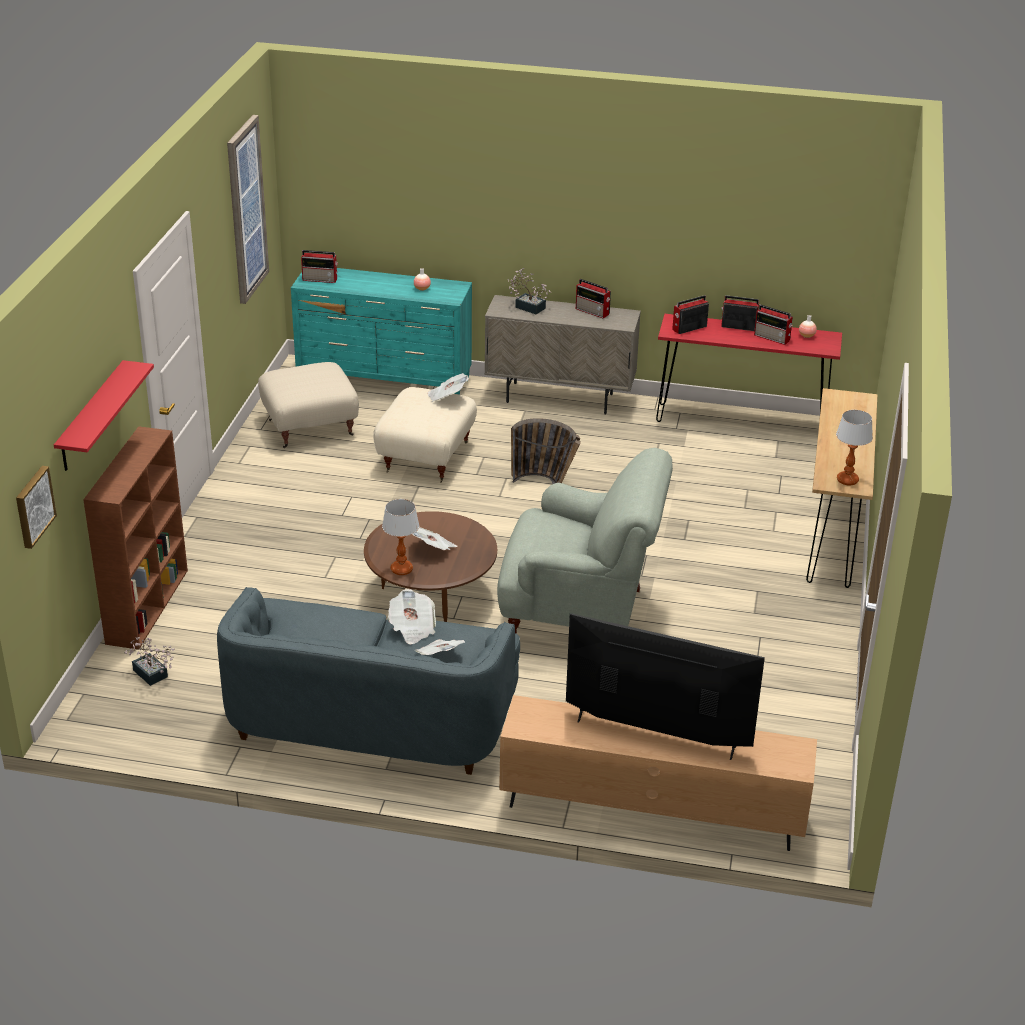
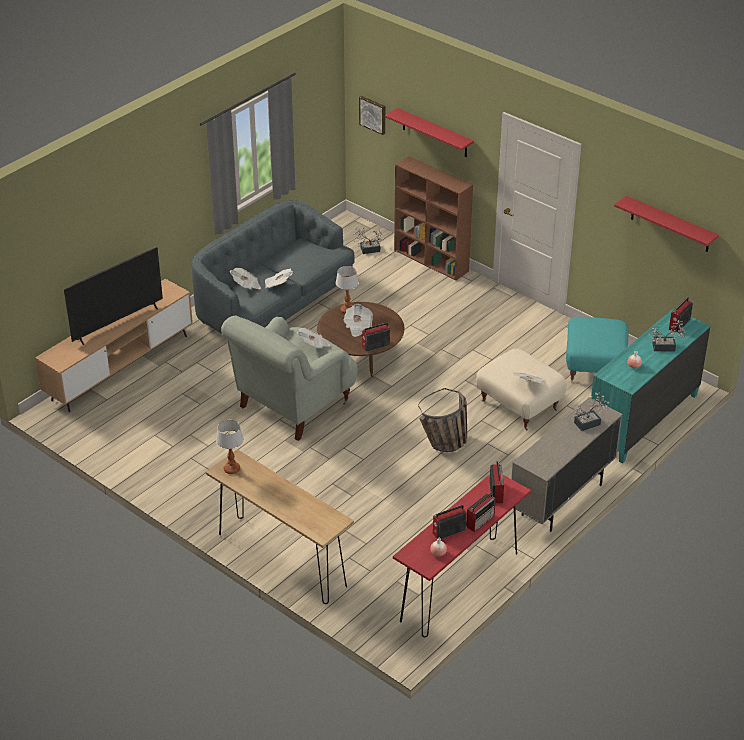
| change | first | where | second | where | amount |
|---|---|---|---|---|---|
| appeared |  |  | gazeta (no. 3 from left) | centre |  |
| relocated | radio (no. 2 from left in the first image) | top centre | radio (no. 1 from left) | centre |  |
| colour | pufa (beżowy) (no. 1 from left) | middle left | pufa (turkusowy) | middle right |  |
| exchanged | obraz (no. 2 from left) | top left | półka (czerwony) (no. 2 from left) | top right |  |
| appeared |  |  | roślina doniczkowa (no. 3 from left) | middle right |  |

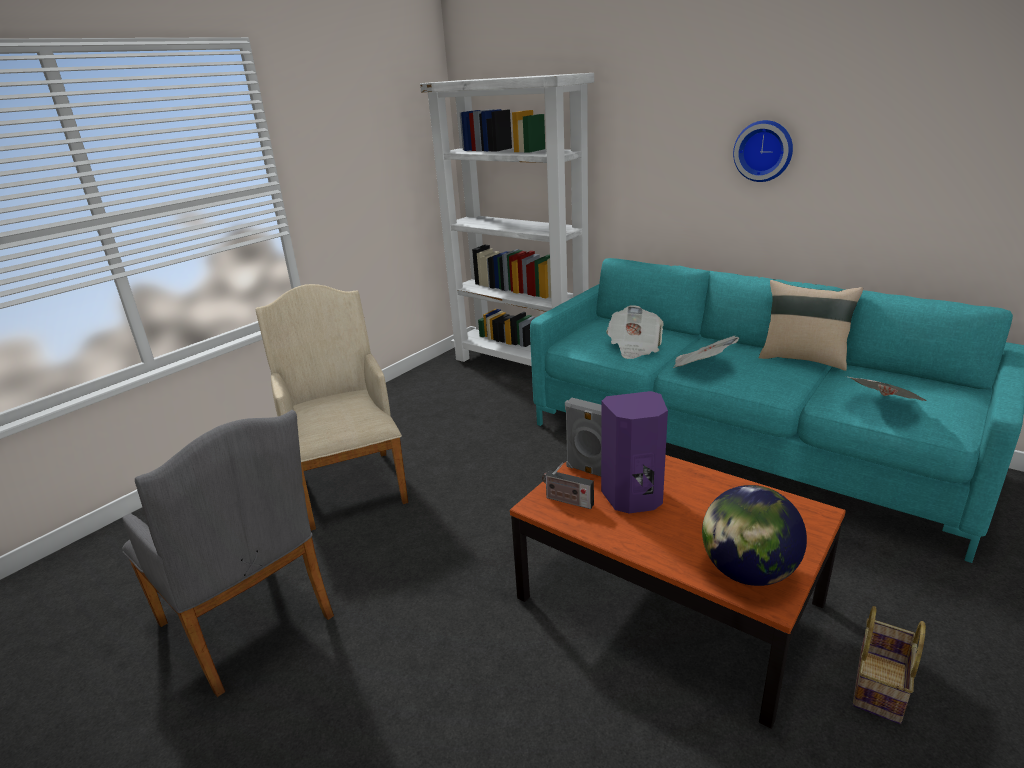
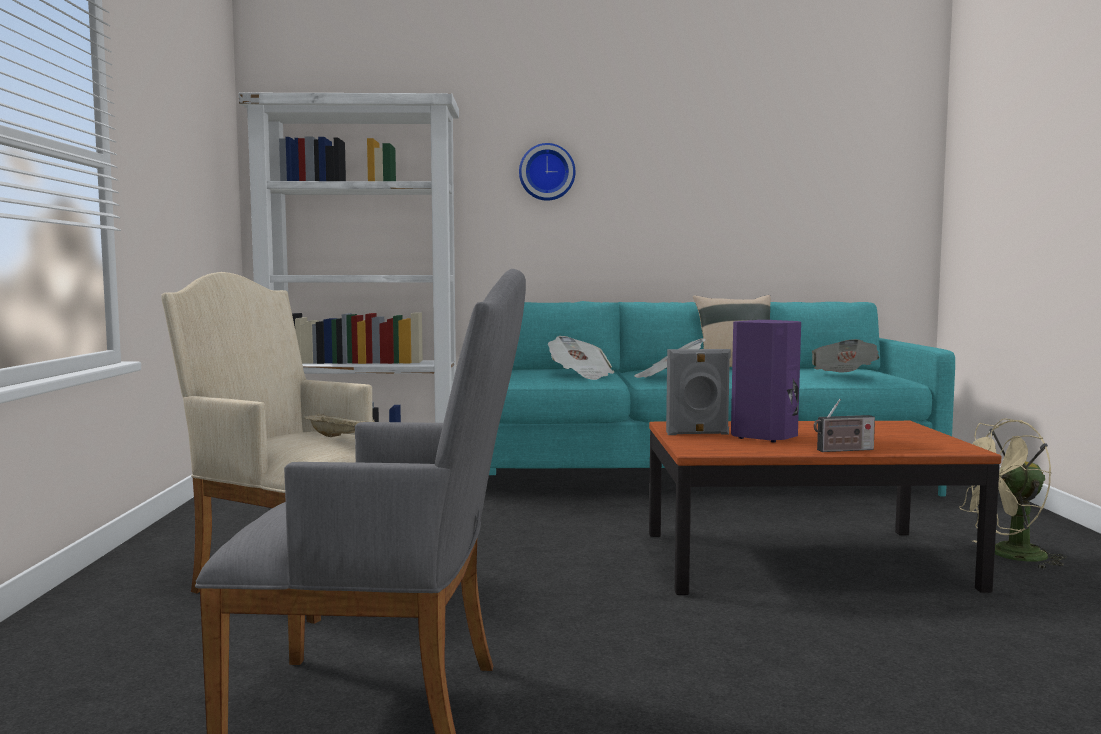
| change | first | where | second | where | amount |
|---|---|---|---|---|---|
| appeared |  |  | taca (beżowy) | middle left |  |
| relocated | zegar ścienny | top right |  | top centre |  |
| relocated | radio | centre |  | middle right |  |
| exchanged | koszyk | bottom right | wentylator (beżowy) | bottom right |  |
| missing | globus | bottom right |  |  |  |

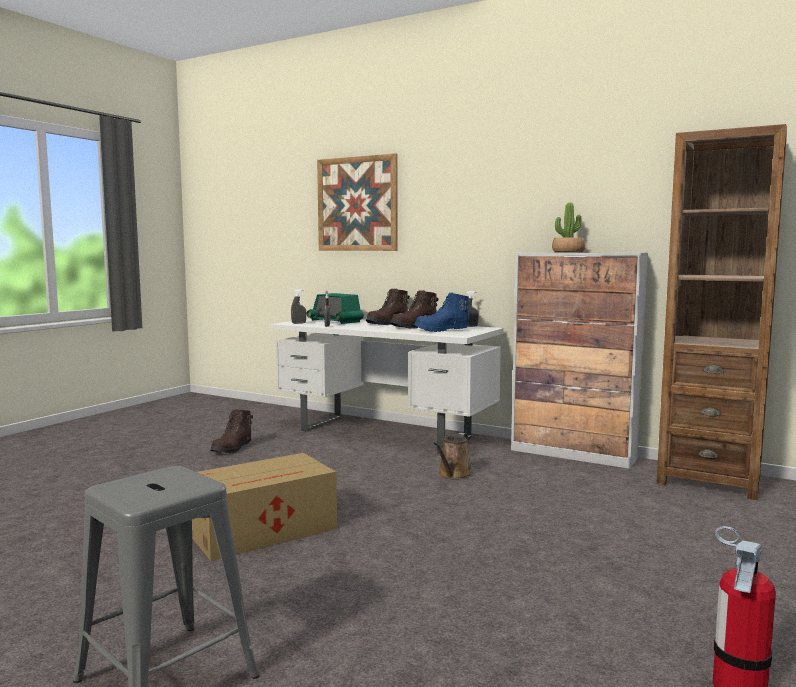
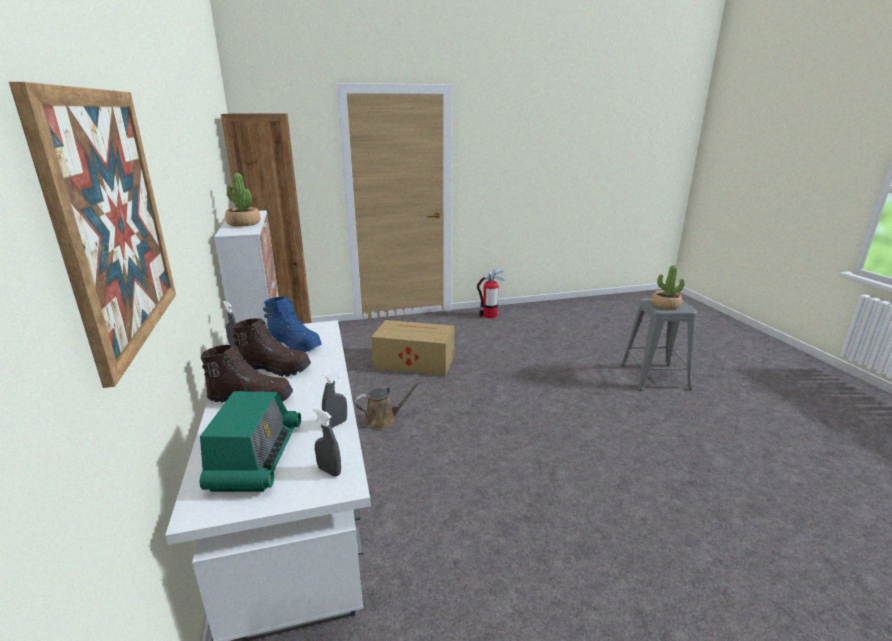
| change | first | where | second | where | amount |
|---|---|---|---|---|---|
| relocated | karton | bottom left |  | centre |  |
| appeared |  |  | roślina doniczkowa (no. 2 from left) | middle right |  |
| missing | but z cholewką (brązowy) (no. 1 from left) | middle left |  |  |  |

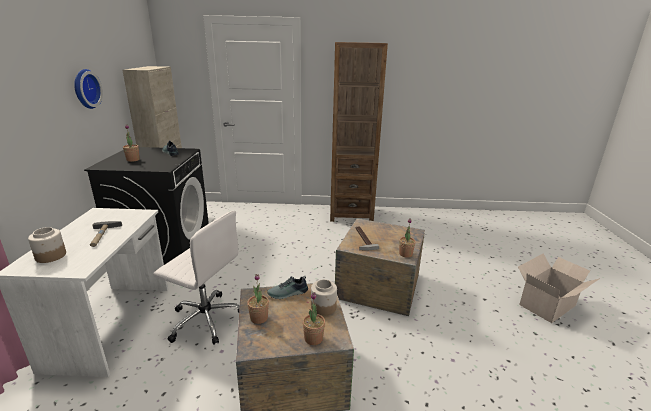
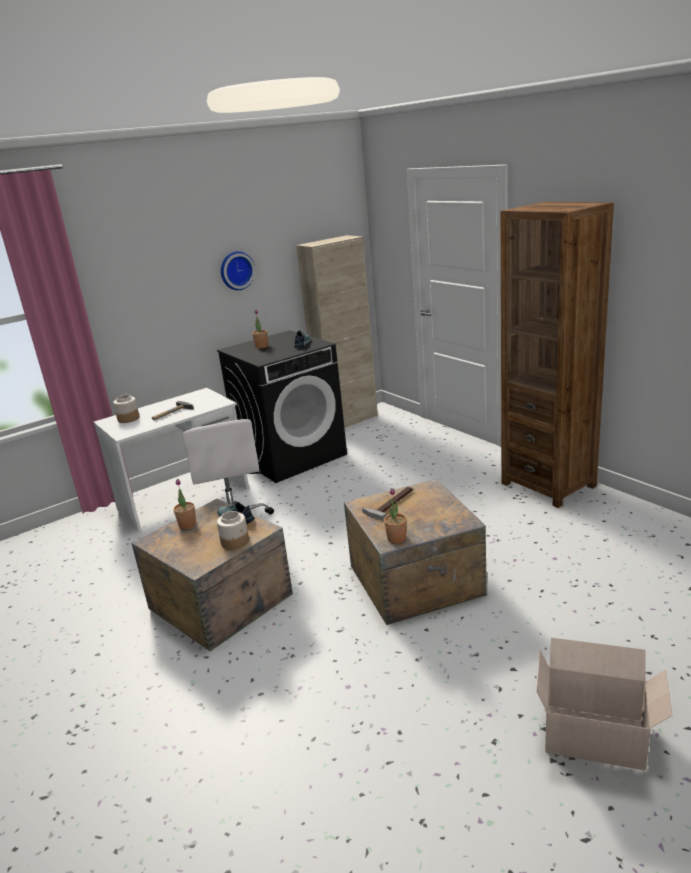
| change | first | where | second | where | amount |
|---|---|---|---|---|---|
| missing | roślina doniczkowa (no. 3 from left) | bottom centre |  |  |  |

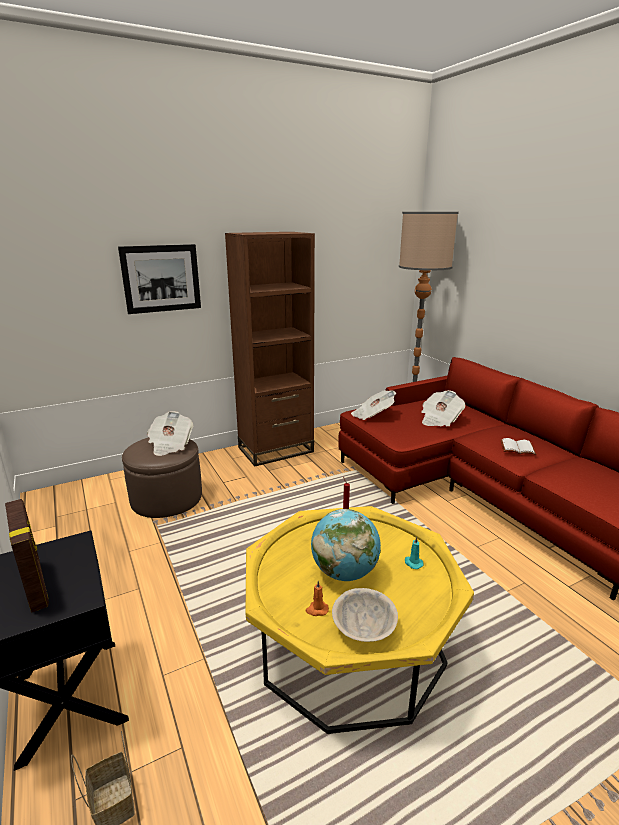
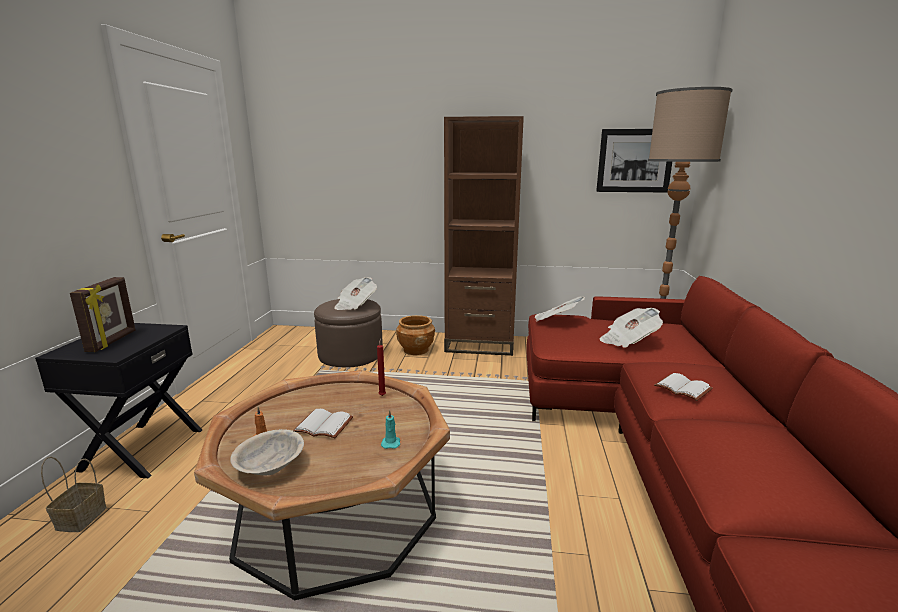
| change | first | where | second | where | amount |
|---|---|---|---|---|---|
| colour | ława (żółty) | bottom centre | ława (brązowy) | bottom centre |  |
| exchanged | globus | centre | książka (biały) (no. 1 from left) | bottom centre |  |
| appeared |  |  | donica (brązowy) | centre |  |
| relocated | obraz | middle left |  | top right |  |

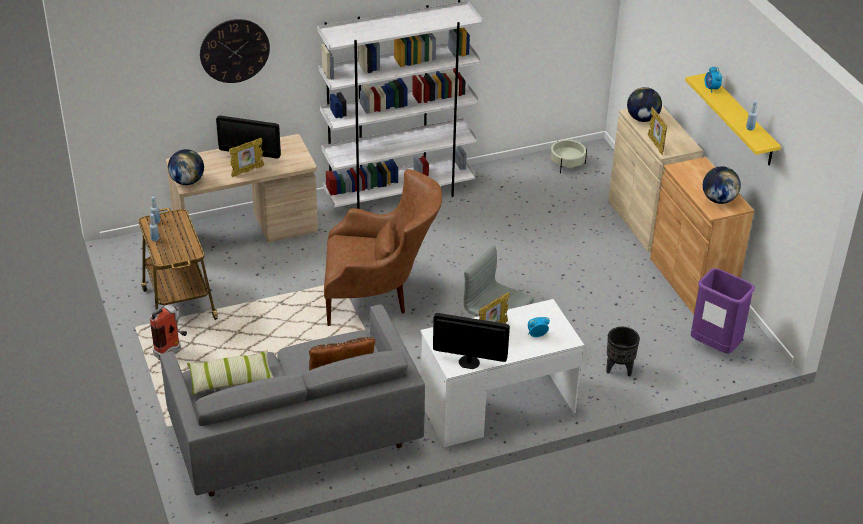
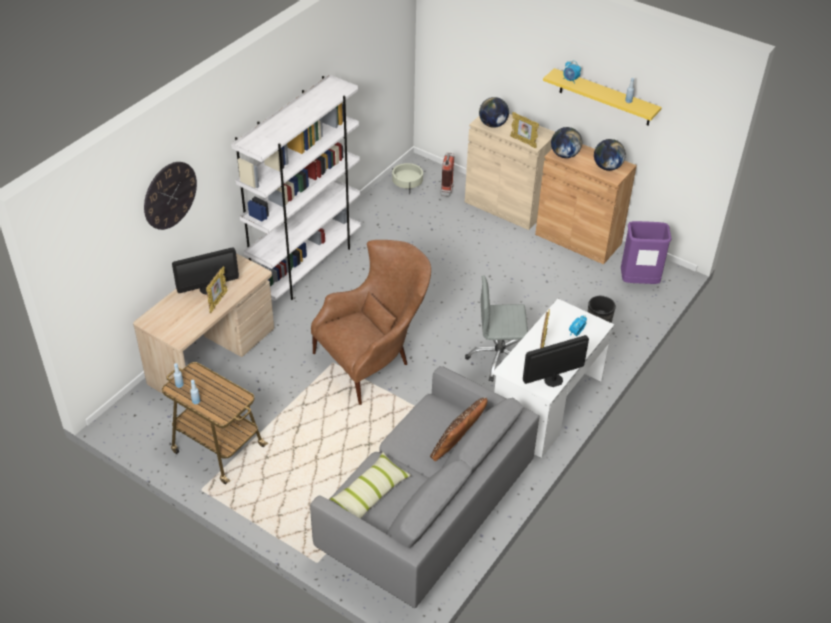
| change | first | where | second | where | amount |
|---|---|---|---|---|---|
| relocated | gaśnica | middle left |  | top centre |  |
| relocated | globus (no. 1 from left in the first image) | top left | globus (no. 2 from left) | top right |  |

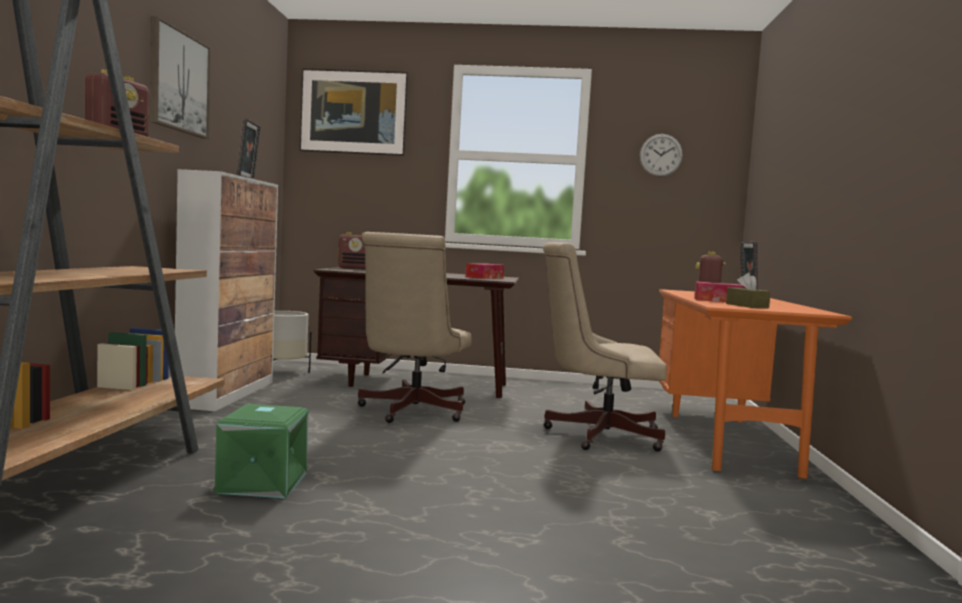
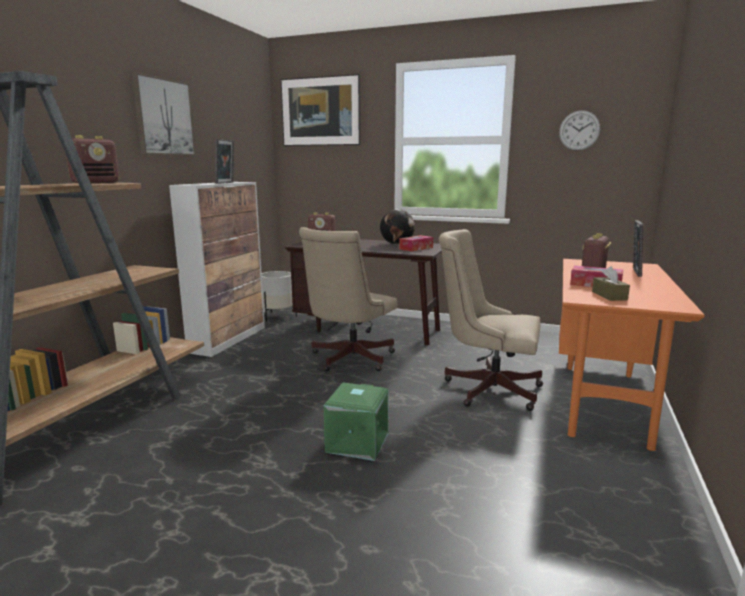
| change | first | where | second | where | amount |
|---|---|---|---|---|---|
| relocated | pojemnik do przechowywania (zielony) | bottom left |  | bottom centre |  |
| appeared |  |  | globus | centre |  |

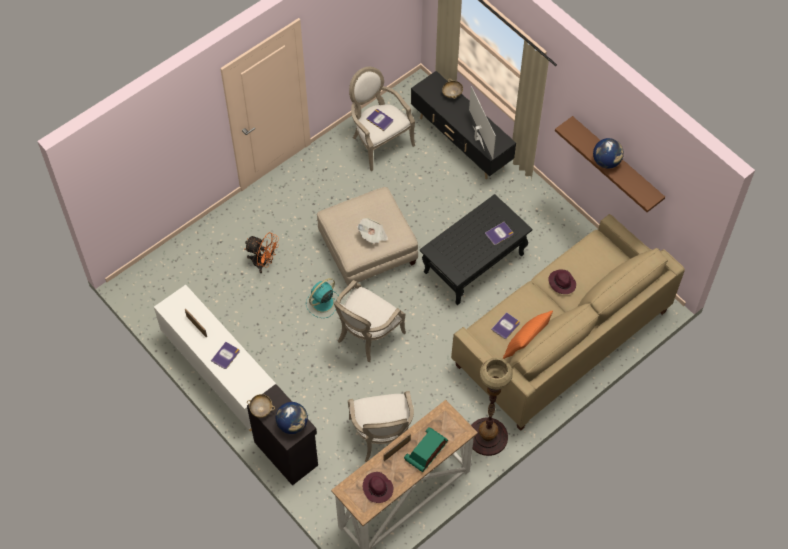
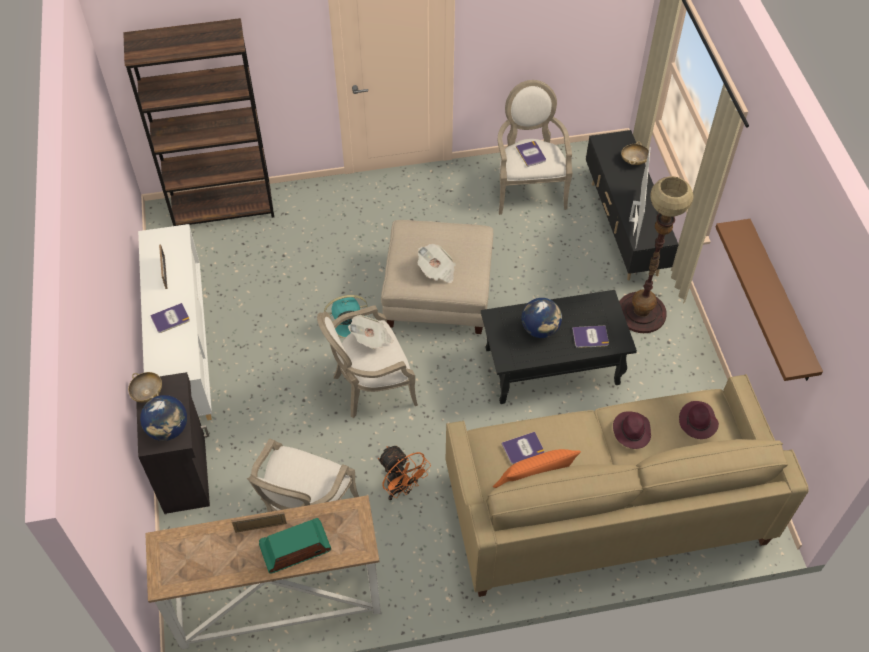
| change | first | where | second | where | amount |
|---|---|---|---|---|---|
| appeared |  |  | regał (brązowy) | top left |  |
| appeared |  |  | gazeta (no. 1 from left) | centre |  |
| relocated | wentylator (pomarańczowy) | middle left |  | bottom centre |  |
| relocated | globus (no. 2 from left) | top right |  | centre |  |
| relocated | lampa stojąca | bottom centre |  | middle right |  |
| relocated | kapelusz (fioletowy) (no. 1 from left in the first image) | bottom centre | kapelusz (fioletowy) (no. 2 from left) | middle right |  |

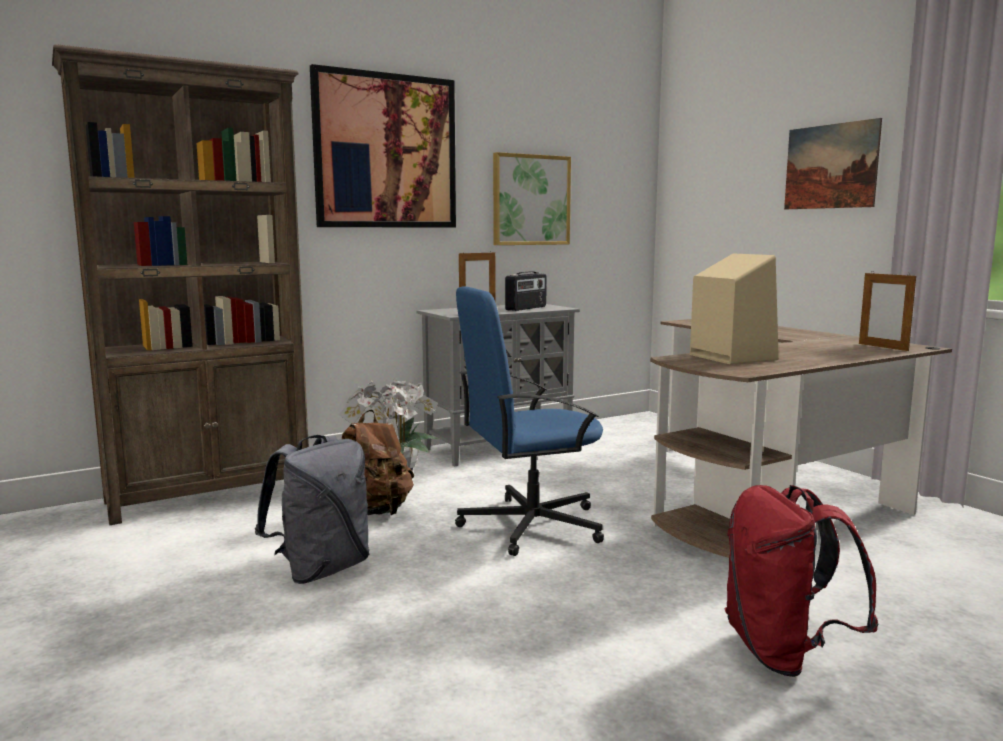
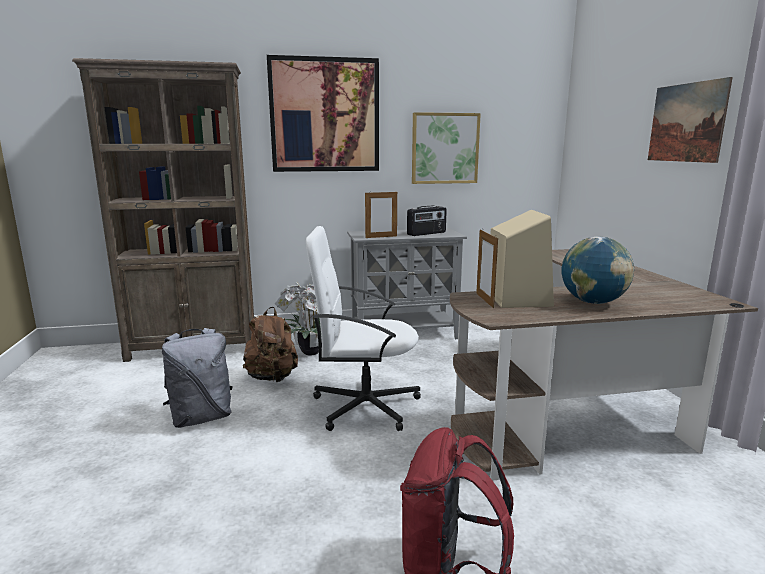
| change | first | where | second | where | amount |
|---|---|---|---|---|---|
| colour | krzesło biurowe (niebieski) | centre | krzesło biurowe (biały) | centre |  |
| relocated | ramka na zdjęcie (no. 2 from left) | middle right |  | centre |  |
| appeared |  |  | globus | middle right |  |

